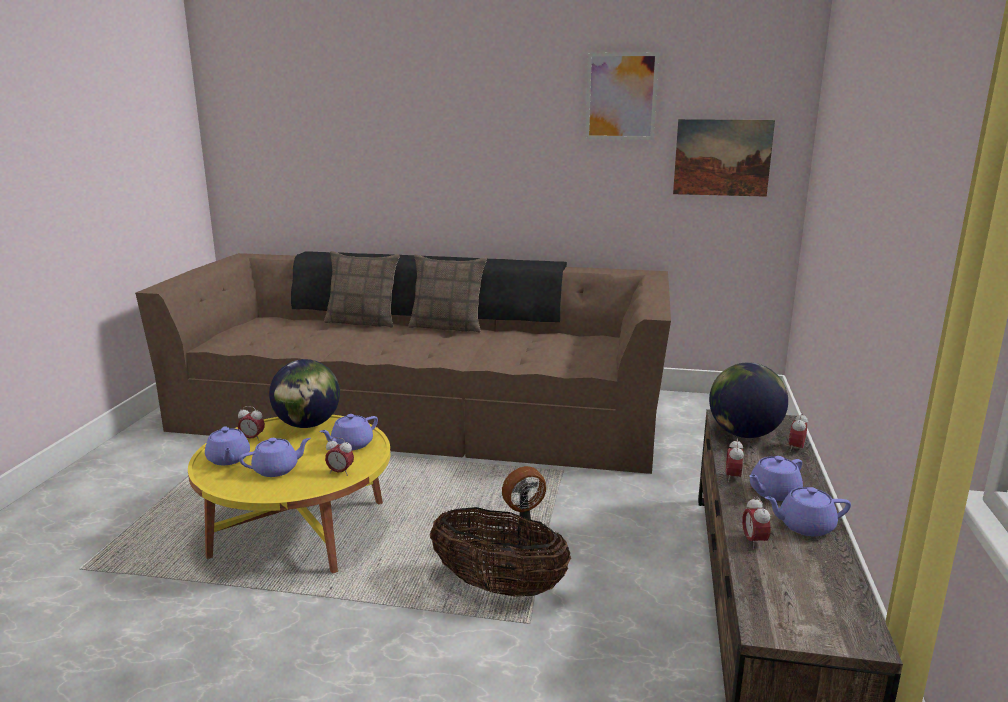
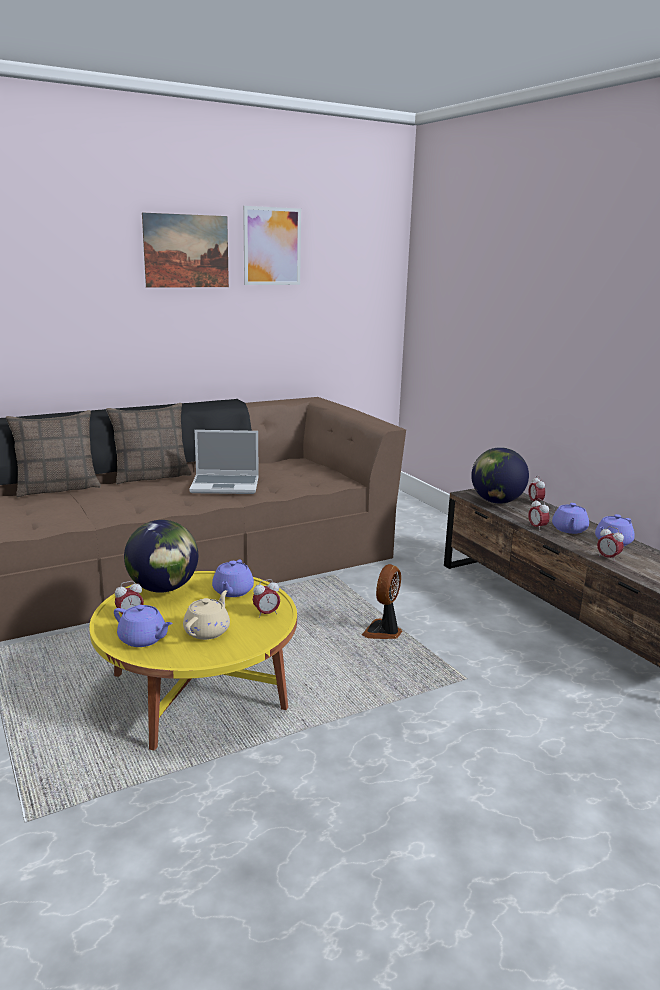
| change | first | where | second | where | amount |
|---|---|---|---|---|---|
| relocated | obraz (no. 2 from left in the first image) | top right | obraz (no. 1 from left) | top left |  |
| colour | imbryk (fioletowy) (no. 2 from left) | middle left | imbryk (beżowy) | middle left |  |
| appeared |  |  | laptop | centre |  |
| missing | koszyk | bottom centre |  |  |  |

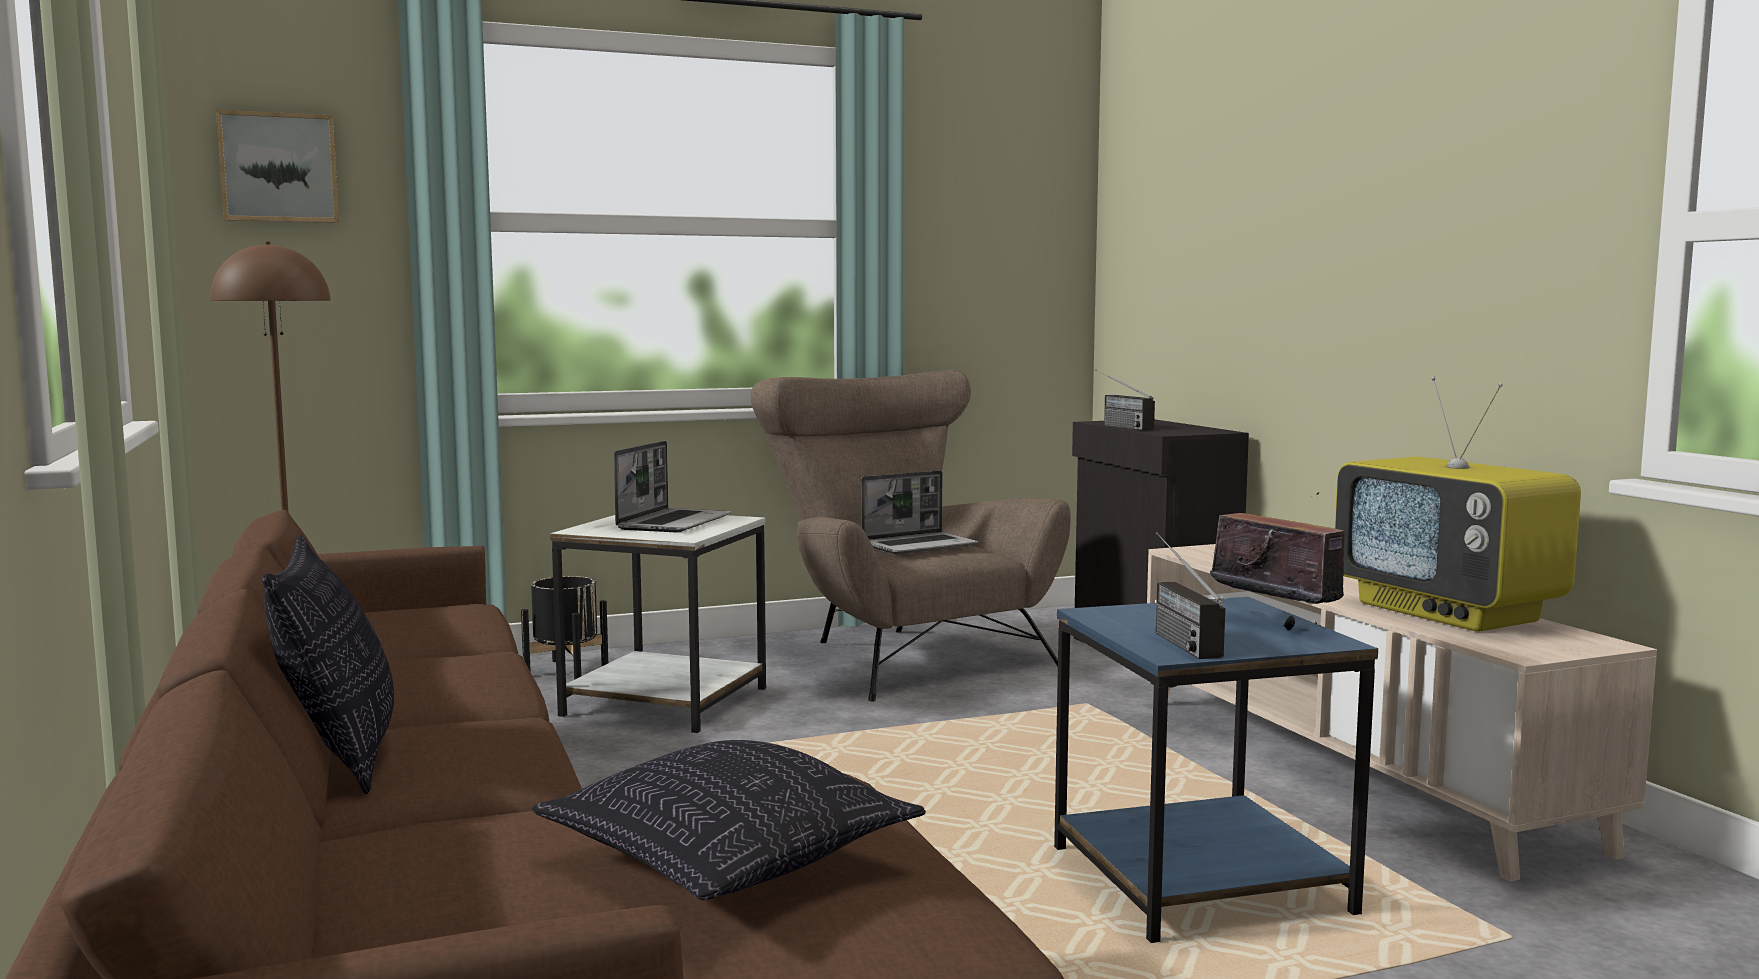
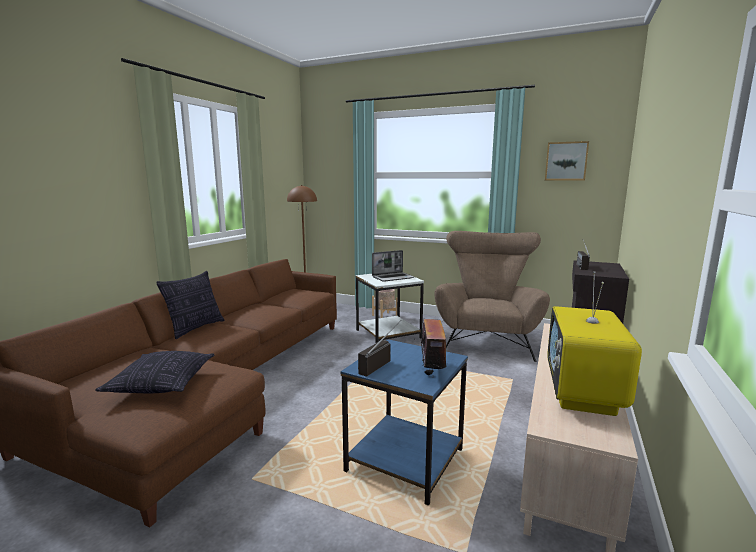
| change | first | where | second | where | amount |
|---|---|---|---|---|---|
| colour | donica (czarny) | middle left | donica (beżowy) | centre |  |
| relocated | obraz | top left |  | top right |  |
| missing | laptop (no. 2 from left) | centre |  |  |  |

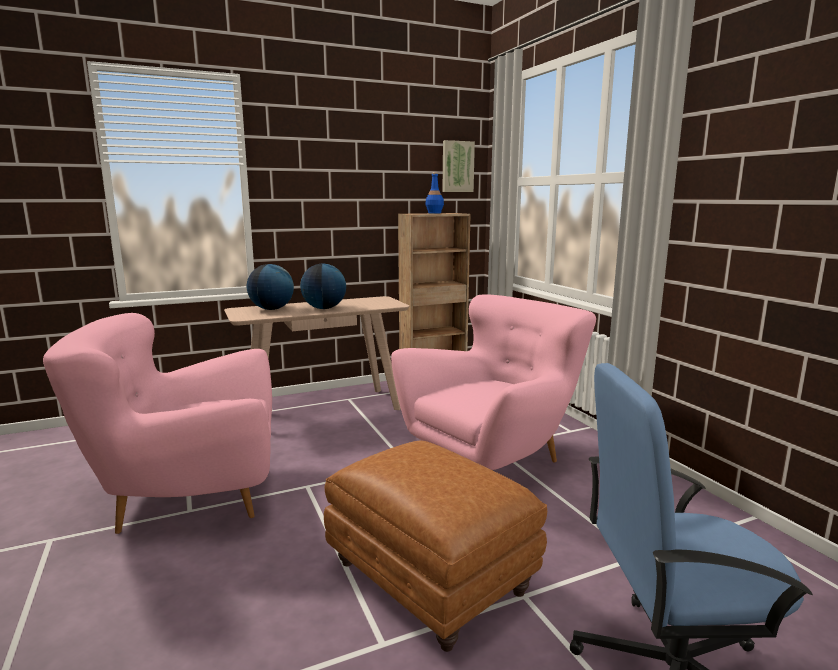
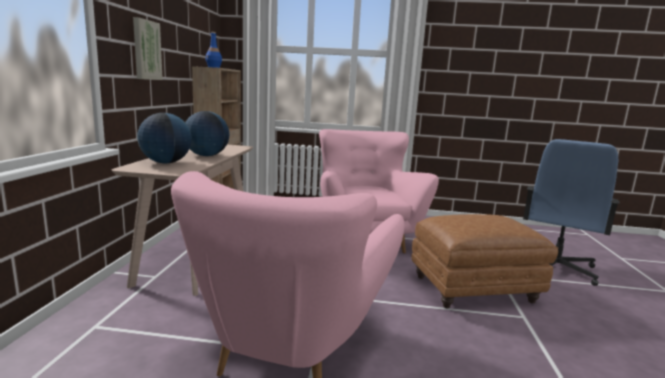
| change | first | where | second | where | amount |
|---|---|---|---|---|---|
| relocated | obraz | top centre |  | top left |  |

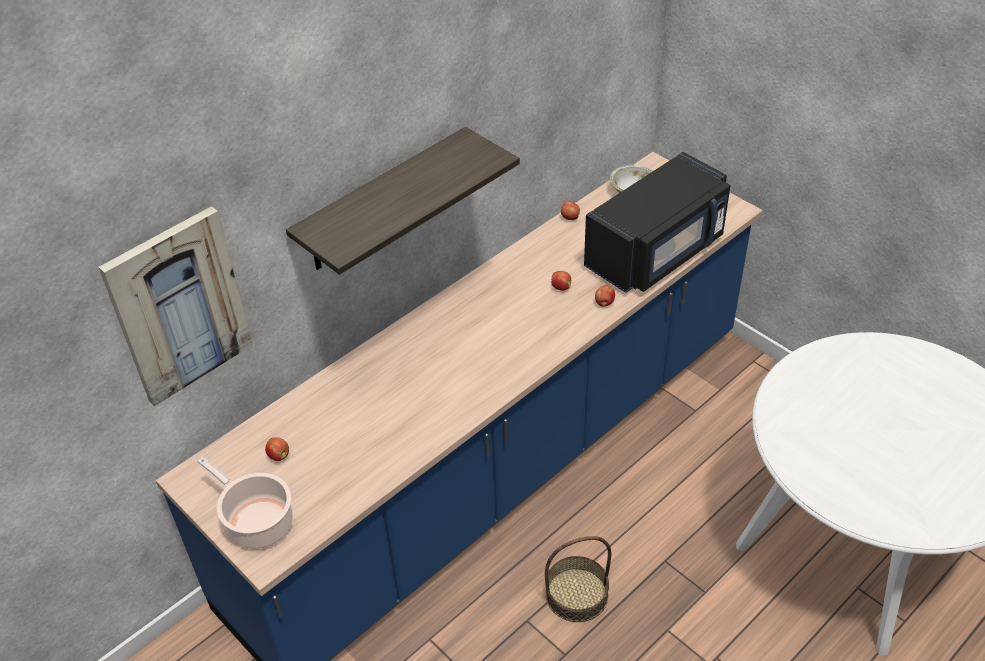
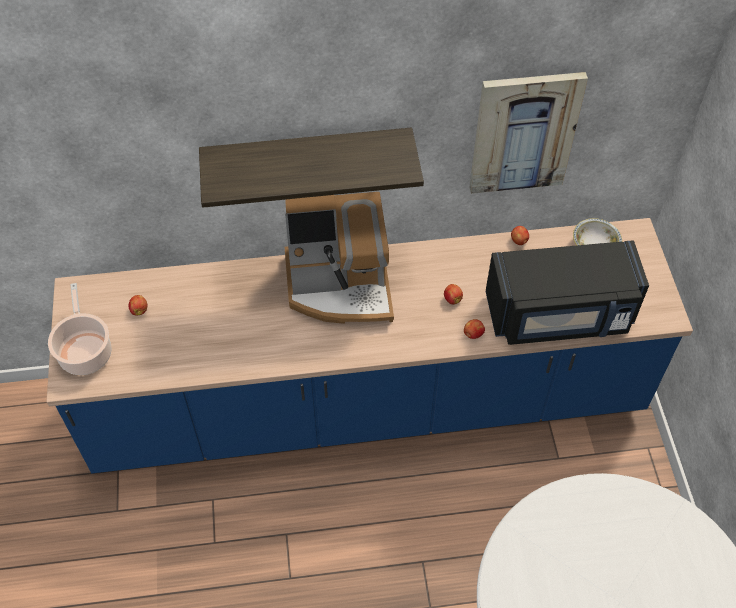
| change | first | where | second | where | amount |
|---|---|---|---|---|---|
| appeared |  |  | ekspres do kawy | centre |  |
| relocated | obraz | middle left |  | top right |  |
| missing | koszyk | bottom centre |  |  |  |

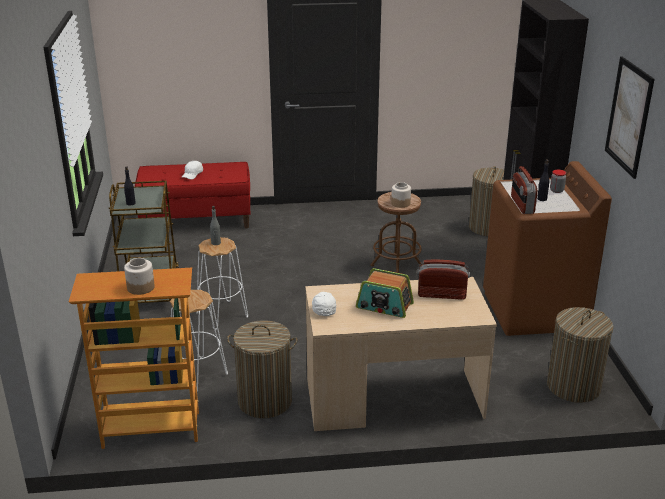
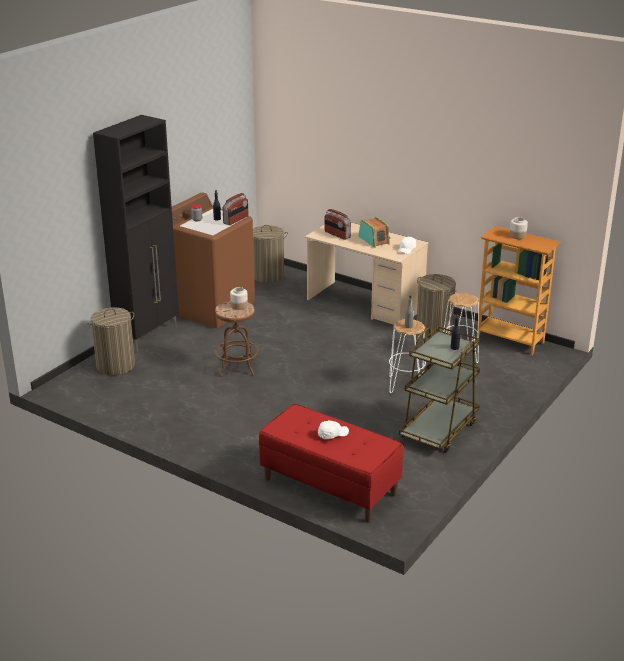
| change | first | where | second | where | amount |
|---|---|---|---|---|---|
| missing | obraz | top right |  |  |  |

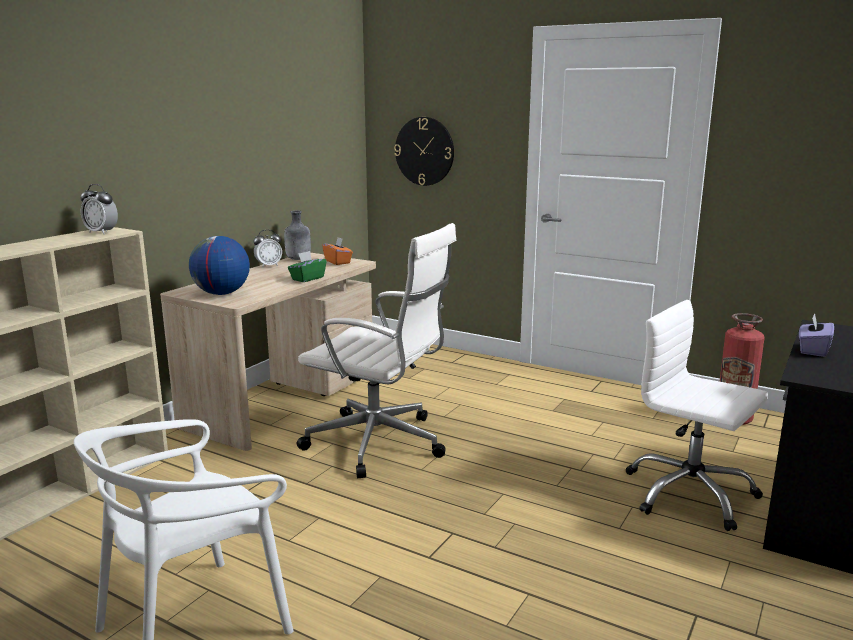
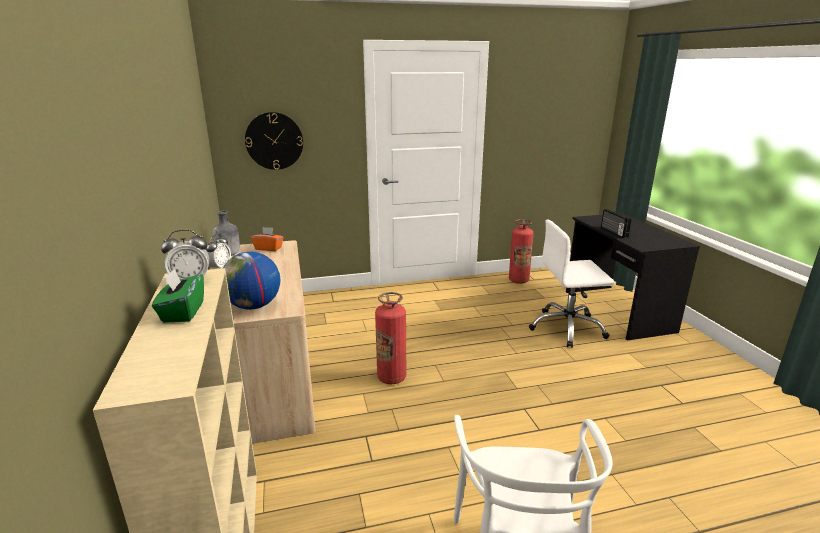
| change | first | where | second | where | amount |
|---|---|---|---|---|---|
| relocated | pudełko chusteczek (zielony) | centre |  | middle left |  |
| exchanged | krzesło biurowe (biały) (no. 1 from left) | centre | gaśnica (no. 1 from left) | centre |  |
| exchanged | pudełko chusteczek (fioletowy) | middle right | radio | middle right |  |

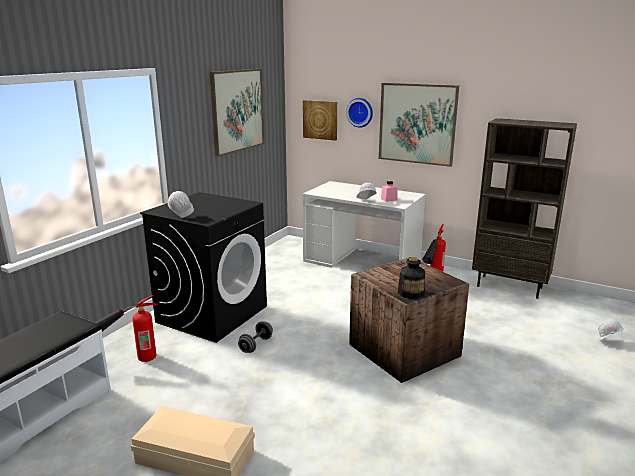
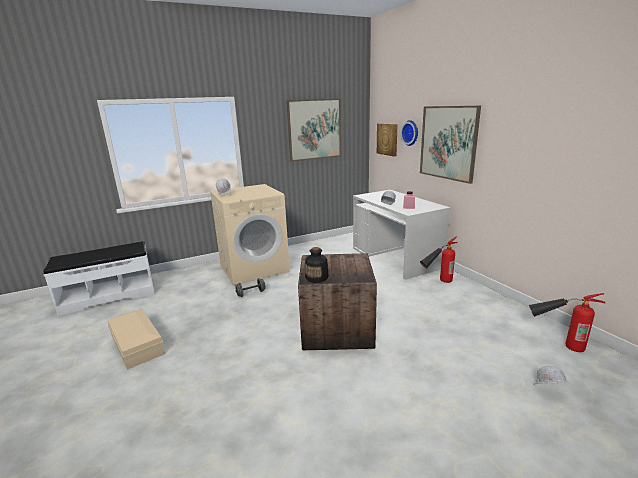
| change | first | where | second | where | amount |
|---|---|---|---|---|---|
| colour | pralka (czarny) | middle left | pralka (beżowy) | centre |  |
| relocated | gaśnica (no. 1 from left in the first image) | bottom left | gaśnica (no. 2 from left) | bottom right |  |
| missing | regał (brązowy) | middle right |  |  |  |

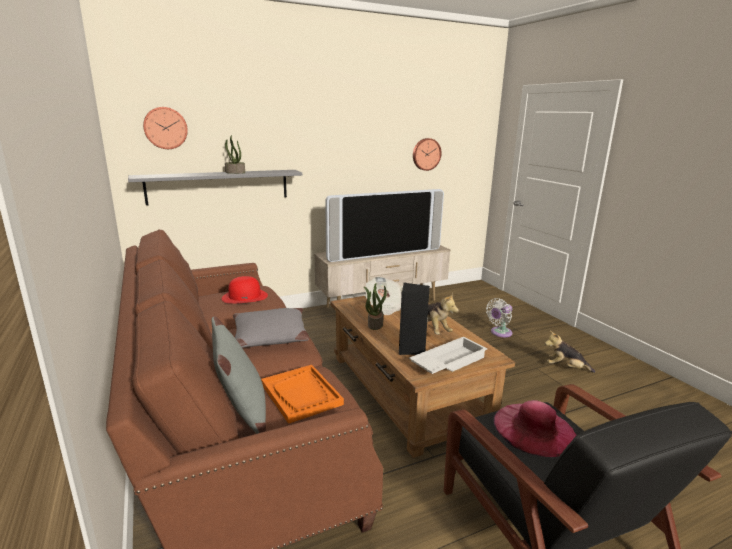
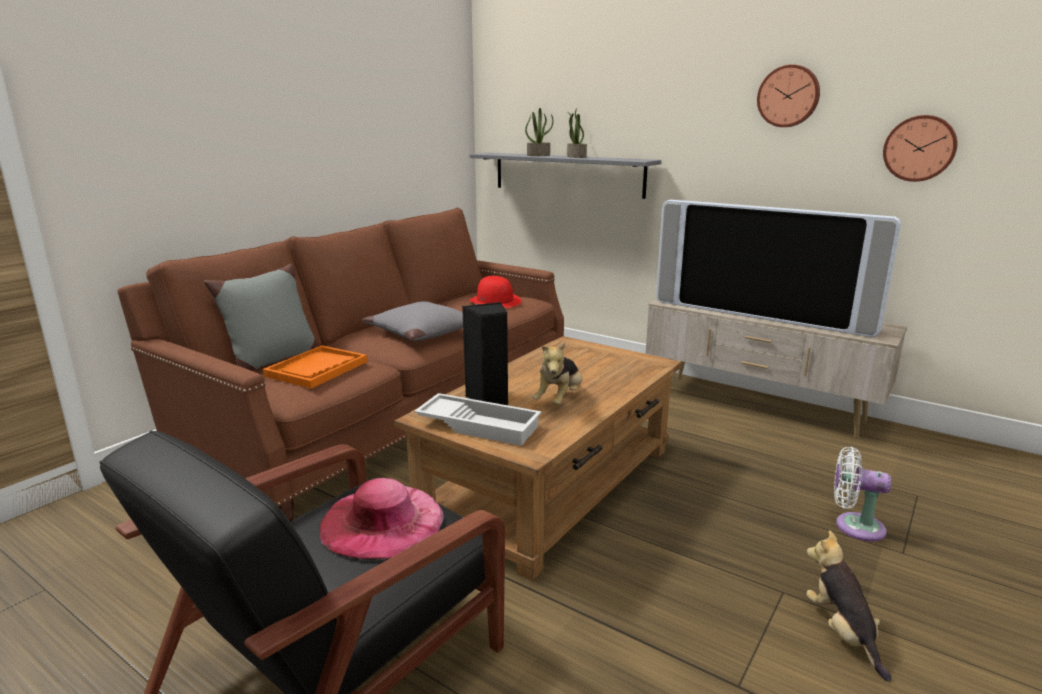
| change | first | where | second | where | amount |
|---|---|---|---|---|---|
| relocated | roślina doniczkowa (no. 2 from left in the first image) | centre | roślina doniczkowa (no. 1 from left) | top centre |  |
| relocated | zegar ścienny (no. 1 from left) | top left |  | top right |  |
| missing | gazeta | centre |  |  |  |

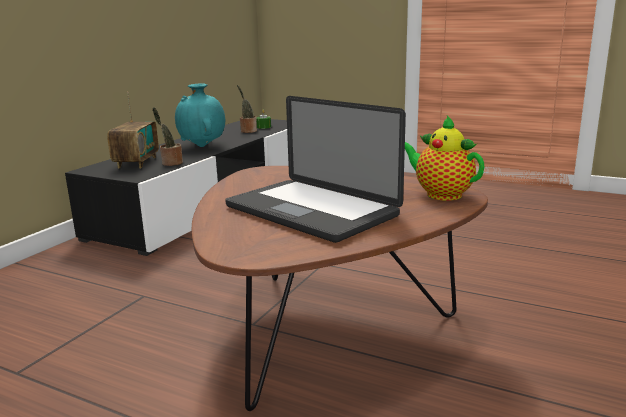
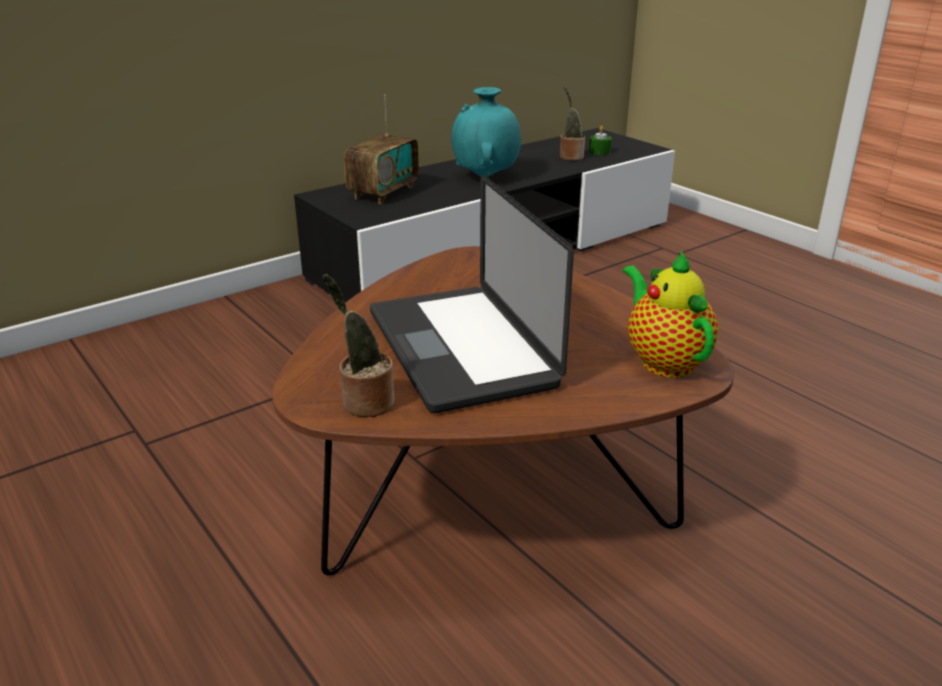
| change | first | where | second | where | amount |
|---|---|---|---|---|---|
| relocated | roślina doniczkowa (no. 1 from left) | top left |  | centre |  |

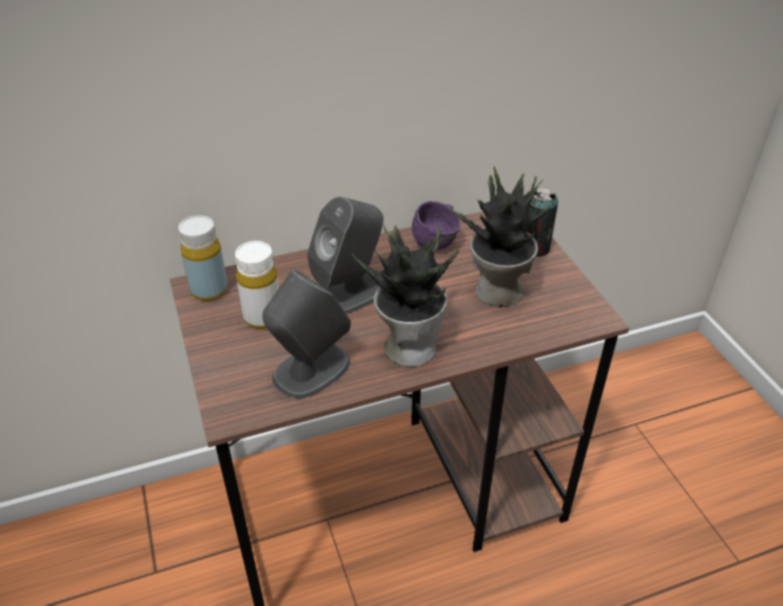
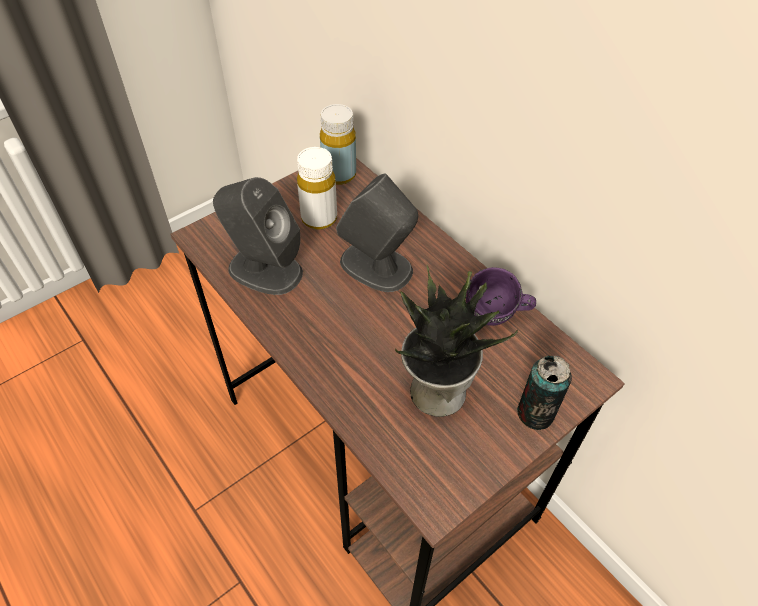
| change | first | where | second | where | amount |
|---|---|---|---|---|---|
| missing | roślina doniczkowa (no. 1 from left) | centre |  |  |  |

